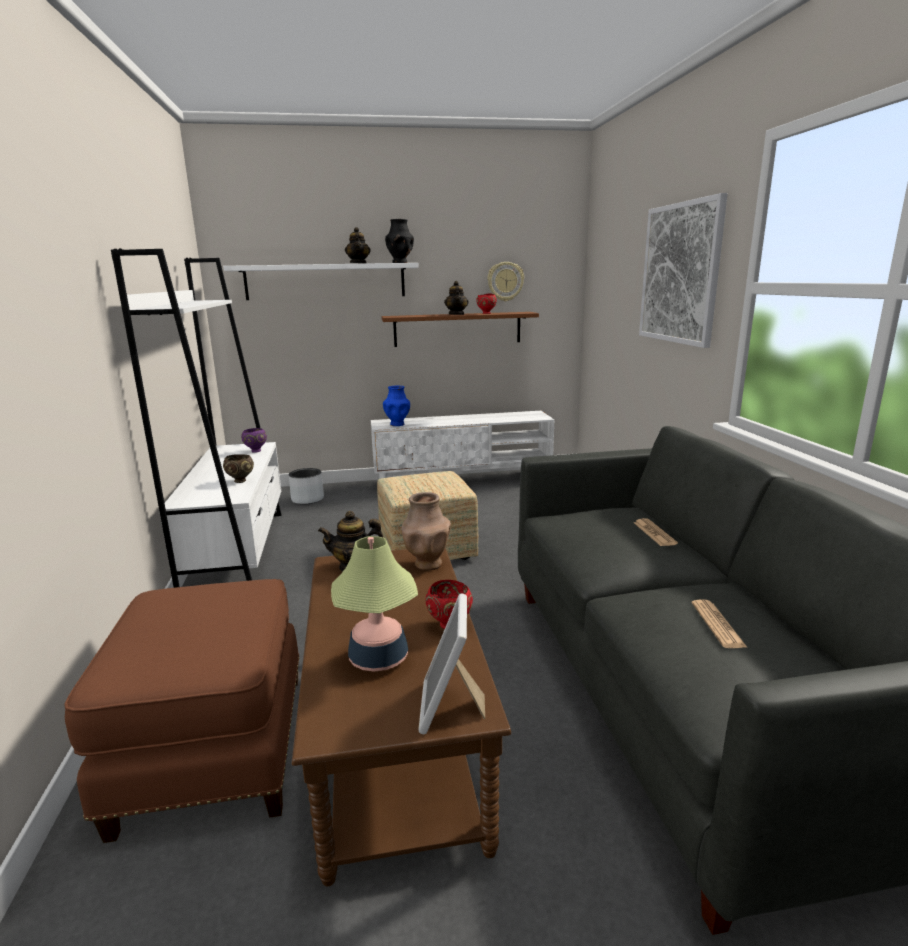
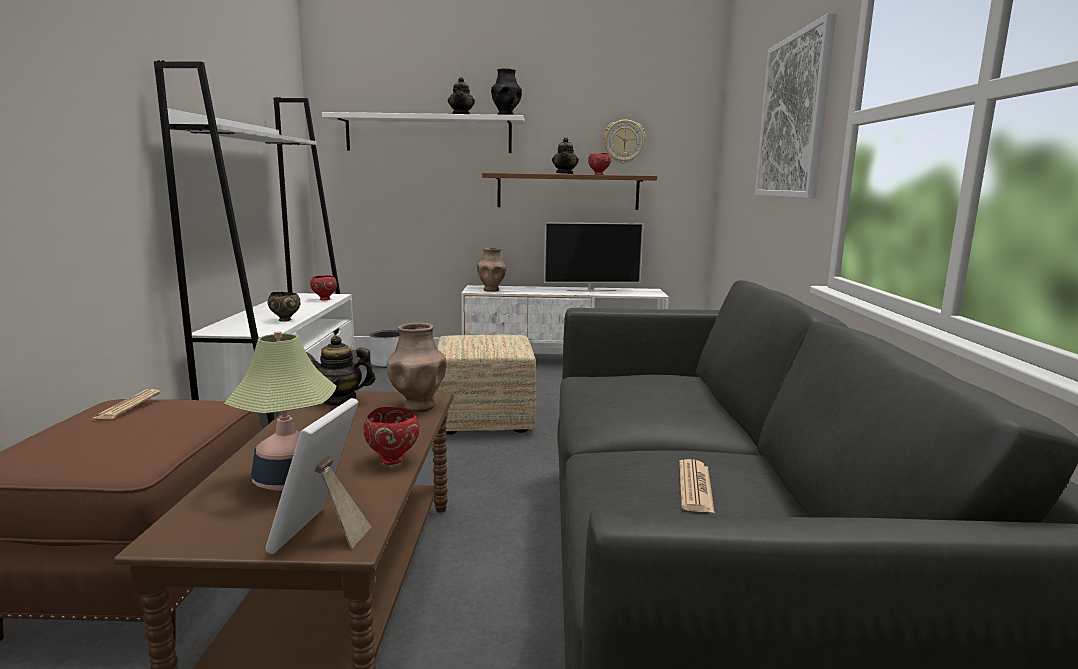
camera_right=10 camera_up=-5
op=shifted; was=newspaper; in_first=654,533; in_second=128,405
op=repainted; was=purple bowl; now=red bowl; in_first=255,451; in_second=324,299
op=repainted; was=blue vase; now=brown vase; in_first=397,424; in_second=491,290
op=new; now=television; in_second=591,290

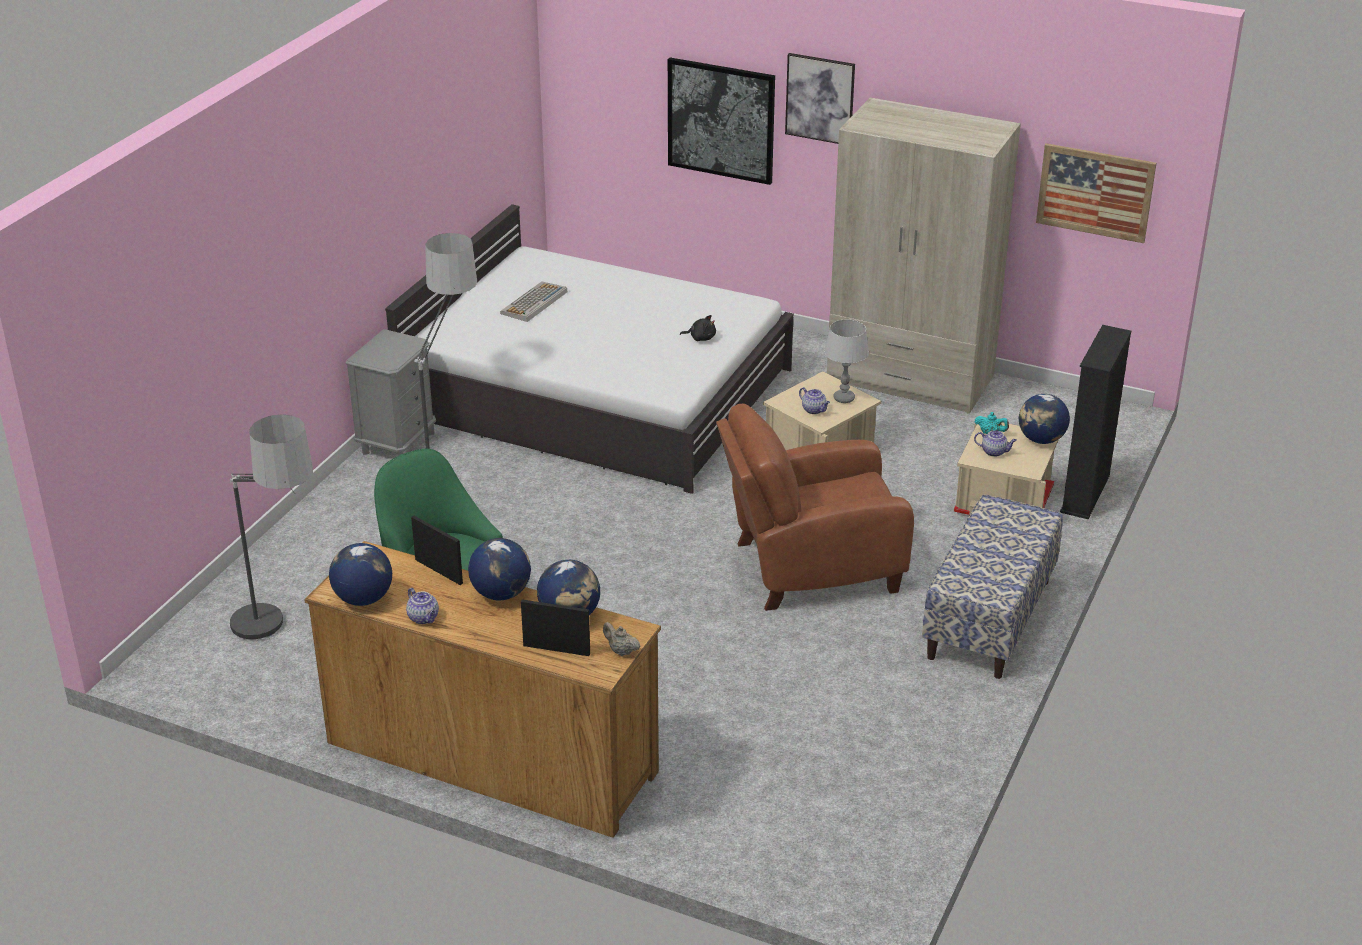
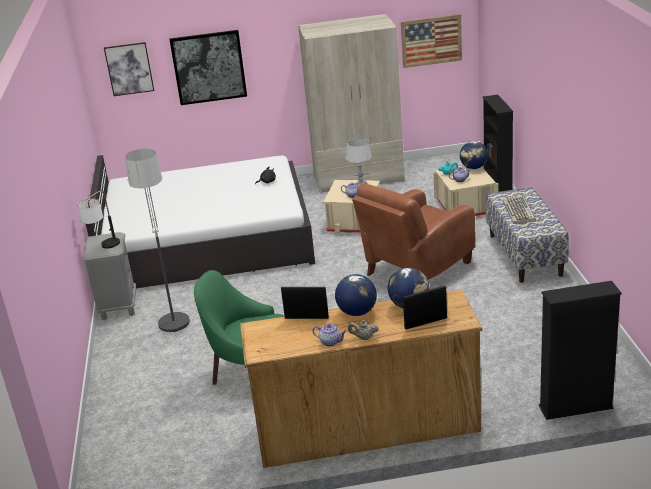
camera_right=-30 camera_up=-5
op=new; now=table lamp; in_second=104,248
op=shifted; was=picture; in_first=820,98; in_second=129,69
op=shifted; was=beige teapot; in_first=621,651; in_second=364,338
op=shifted; was=keyboard; in_first=534,303; in_second=519,211
op=new; now=black bookcase; in_second=575,407
op=gone; was=floor lamp; in_first=284,643
op=gone; was=globe; in_first=363,599

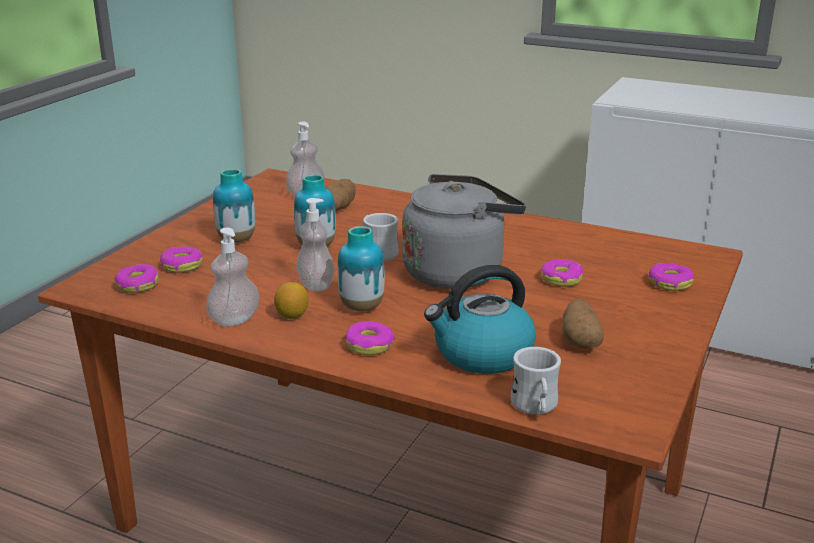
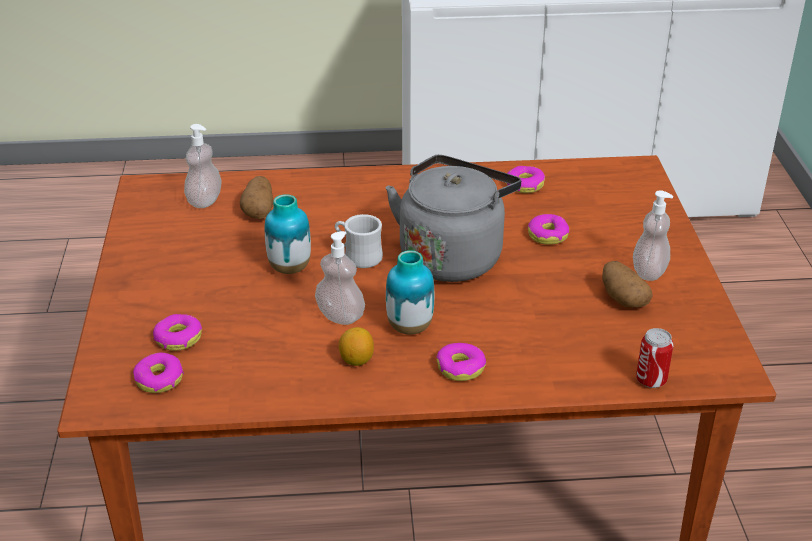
camera_right=-30 camera_up=10
op=shifted; was=donut; in_first=669,283; in_second=524,185
op=shifted; was=soap dispenser; in_first=234,320; in_second=649,272
op=swapped; was=white mug; now=can; in_first=535,407; in_second=651,380
op=gone; was=vase; in_first=236,240
op=gone; was=kettle; in_first=482,354

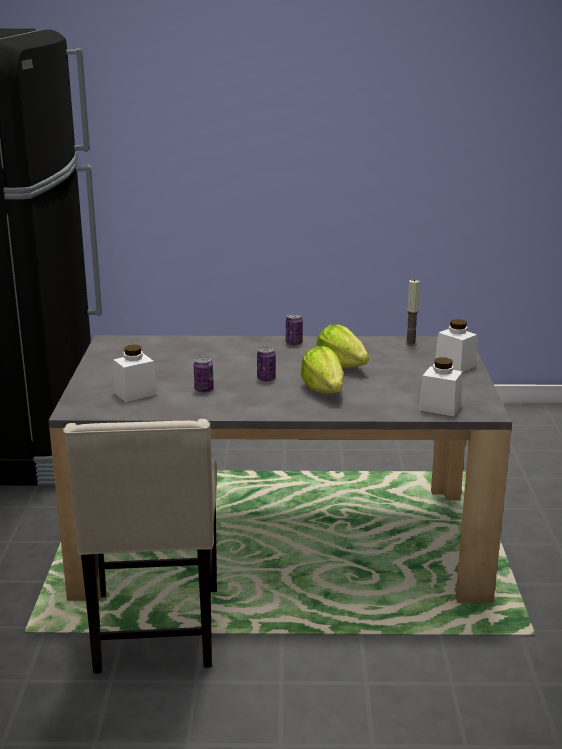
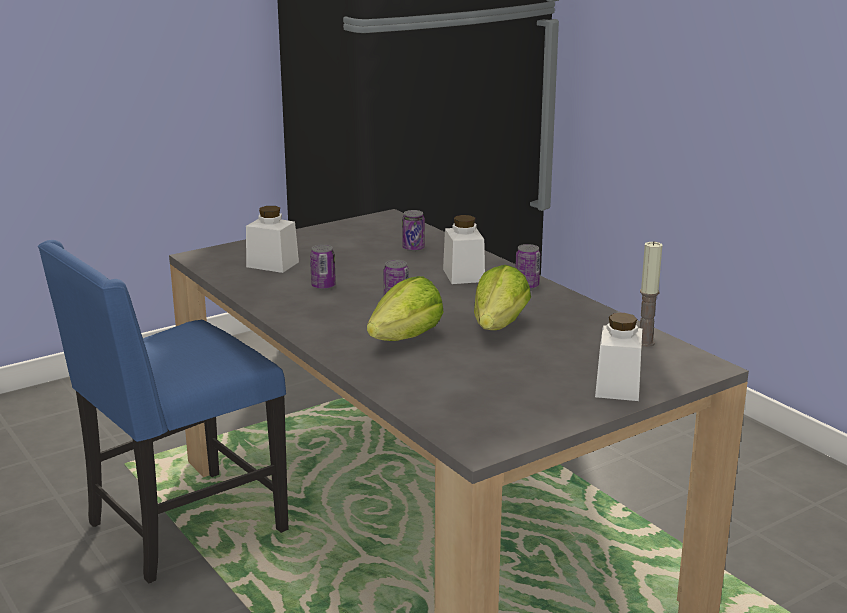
camera_right=55 camera_up=0
op=repainted; was=beige chair; now=blue chair; in_first=155,631; in_second=182,528
op=new; now=can; in_second=413,248
op=shifted; was=white jar; in_first=440,407; in_second=463,275

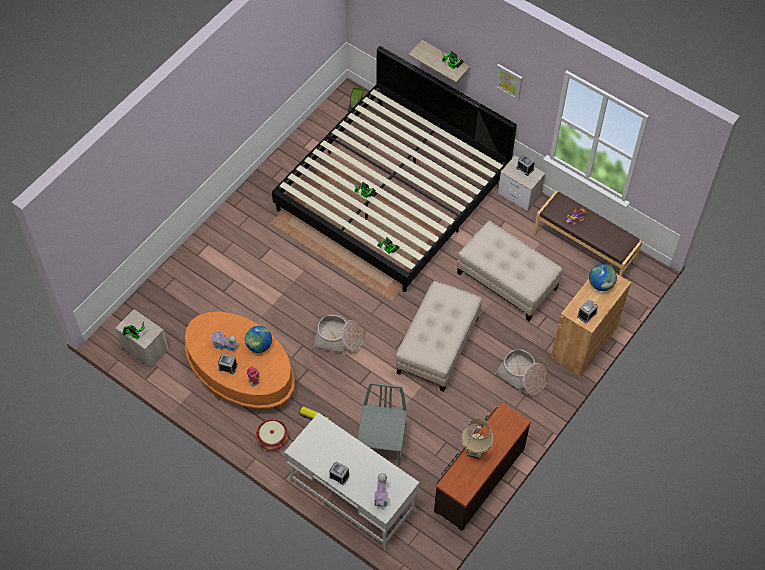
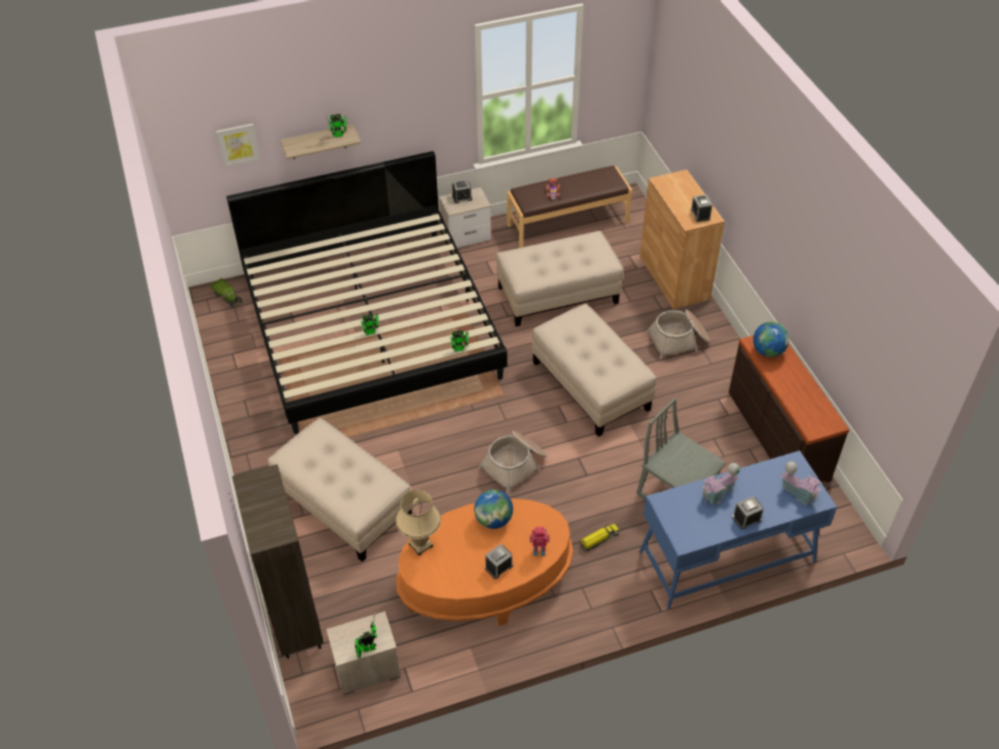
camera_right=-55 camera_up=-10
op=shifted; was=picture; in_first=508,81; in_second=238,144
op=new; now=brown bookcase; in_second=295,623
op=new; now=beige ottoman; in_second=343,505
op=shifted; was=beige table lamp; in_first=475,452; in_second=420,545
op=repainted; was=white desk; now=blue desk; in_first=352,495; in_second=726,556
op=shifted; was=toy house; in_first=225,346; in_second=718,493
op=shifted; was=globe; in_first=600,284; in_second=768,351
op=gone; was=basket; in_first=272,439

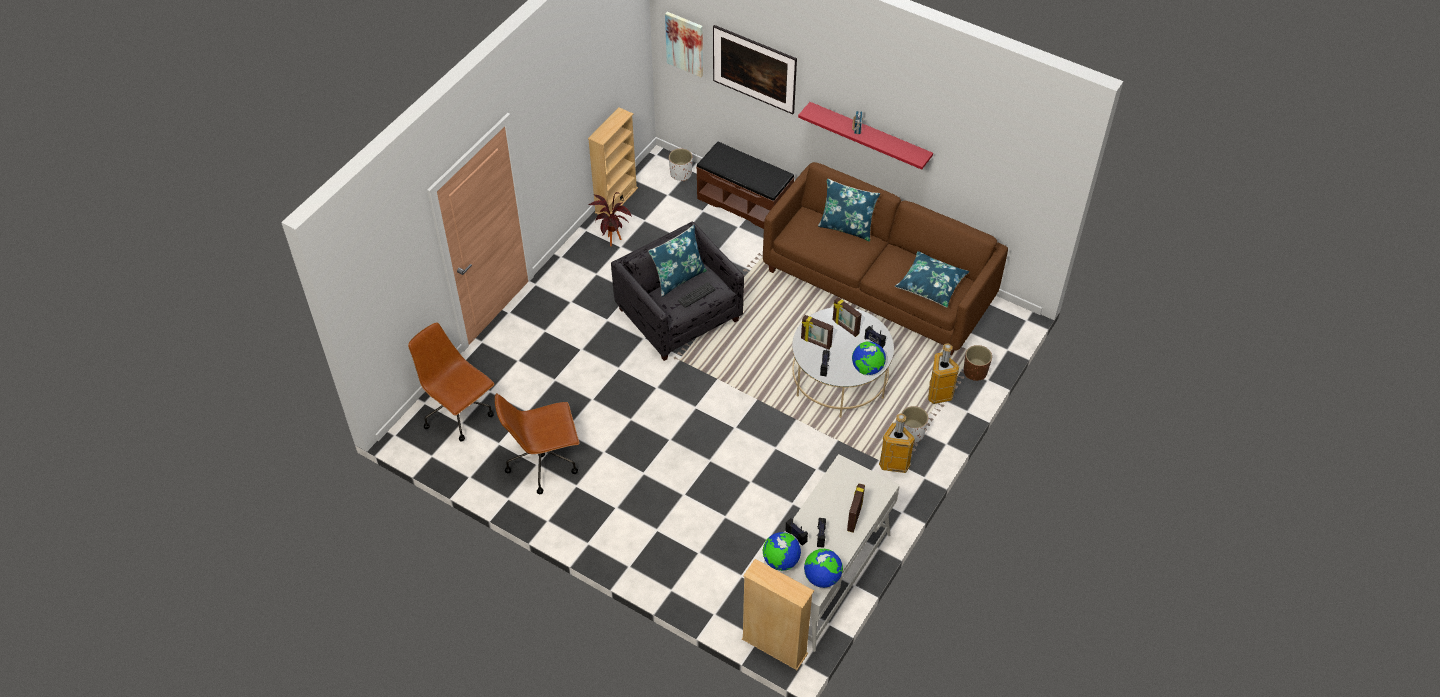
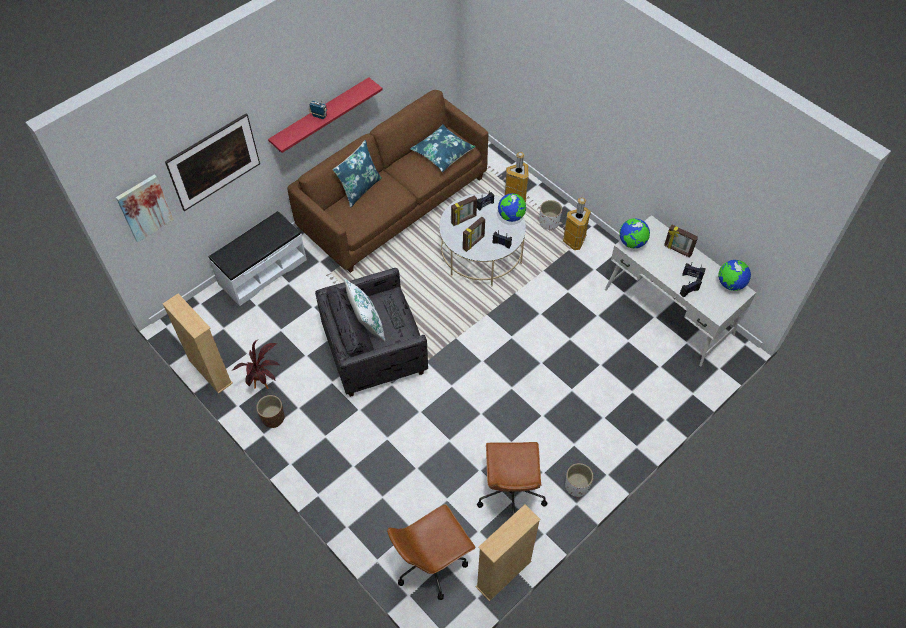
camera_right=-75 camera_up=5
op=repainted; was=brown bench; now=white bench; in_first=745,203; in_second=262,271
op=shifted; was=brown planter; in_first=975,372; in_second=273,418
op=repainted; was=blue pillow; now=white pillow; in_first=678,278; in_second=366,323
op=shifted; was=beige bookcase; in_first=774,647; in_second=503,574
op=shifted; was=white planter; in_first=680,174; in_second=576,486
op=shifted; was=globe; in_first=781,561; in_second=632,242

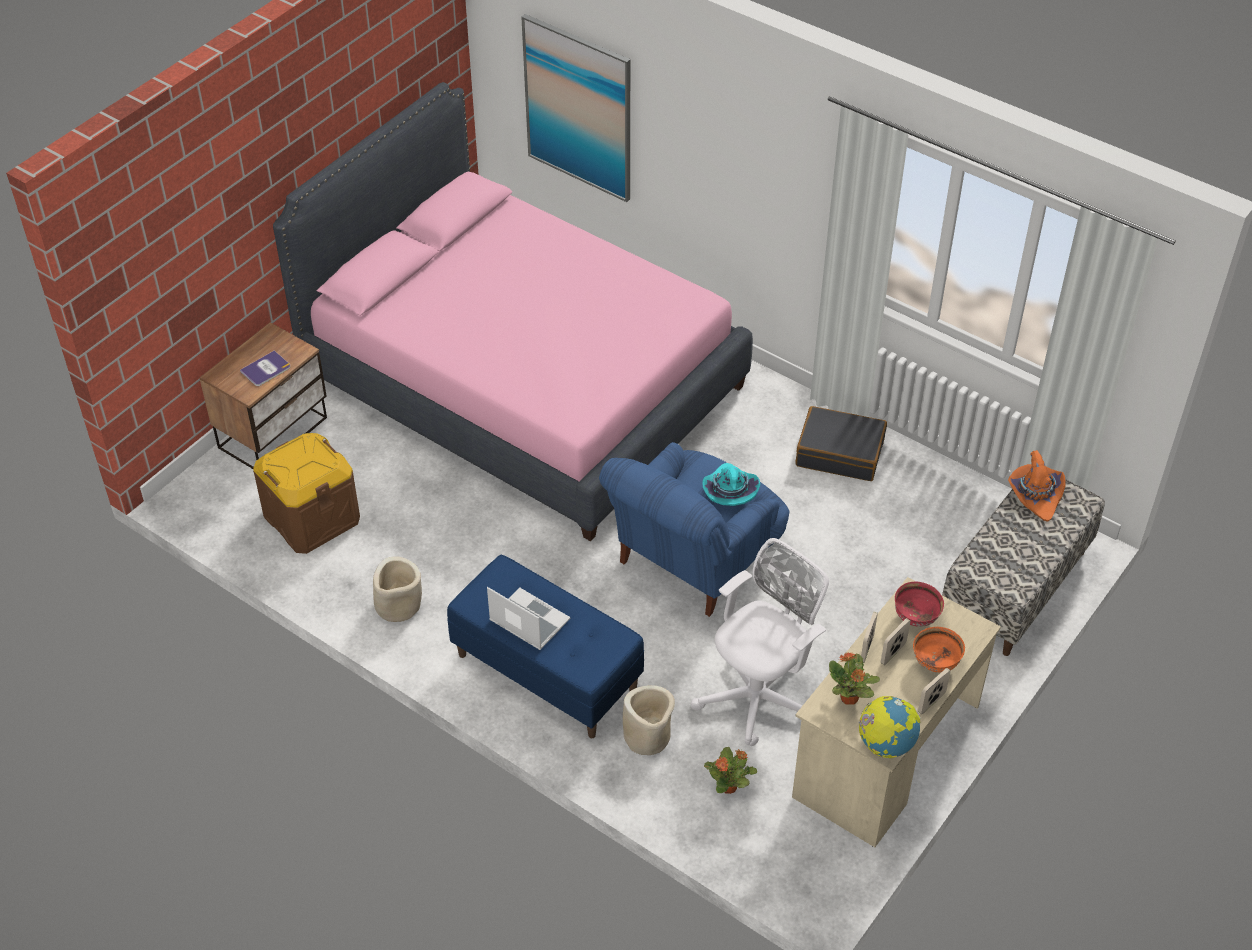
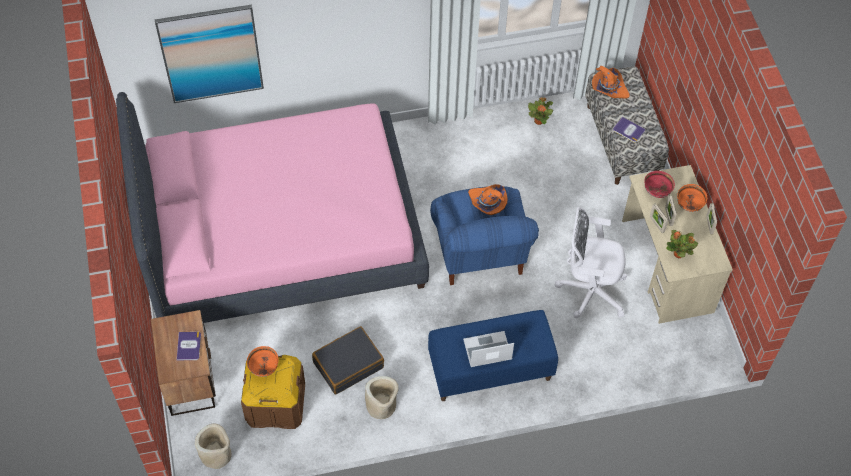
camera_right=-50 camera_up=10
op=shifted; was=beige planter; in_first=648,737; in_second=216,454
op=new; now=orange bowl; in_second=264,368
op=shifted; was=black suitcase; in_first=840,453; in_second=348,364
op=repainted; was=turquoise hat; now=orange hat; in_first=729,491; in_second=487,203
op=shifted; was=potted plant; in_first=729,786; in_second=539,121
op=rotated; was=white office chair; in_first=759,696; in_second=589,291; clockwise=-75
op=new; now=book; in_second=628,130
op=gone; was=globe; in_first=886,744

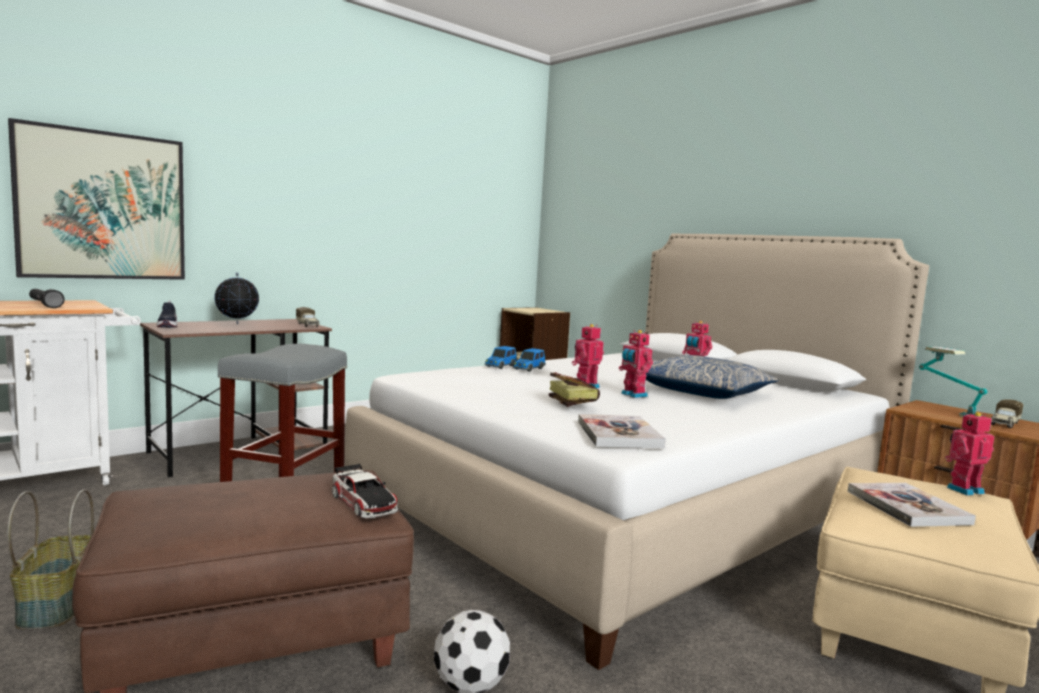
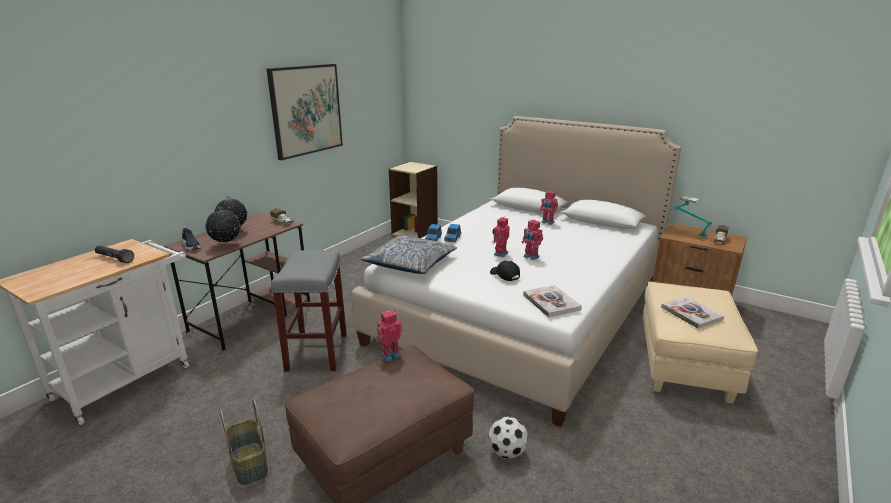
camera_right=-15 camera_up=15
op=new; now=globe; in_second=226,245
op=shifted; was=picture; in_first=103,205; in_second=306,110
op=shifted; was=pillow; in_first=703,392; in_second=410,263
op=shifted; was=toy robot; in_first=963,489; in_second=390,355
op=swapped; was=book; now=black cap; in_first=569,404; in_second=504,275
op=gone; was=toy car; in_first=363,502

